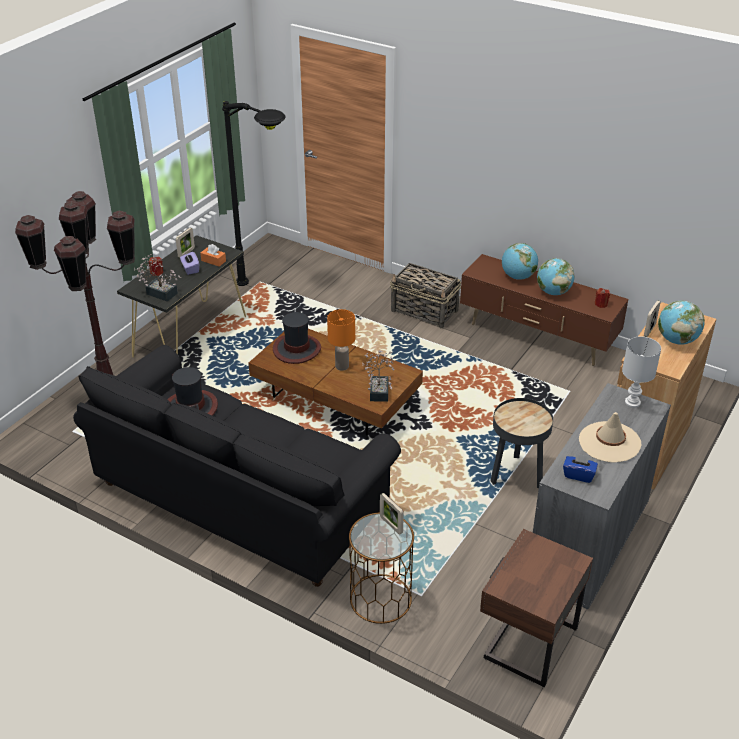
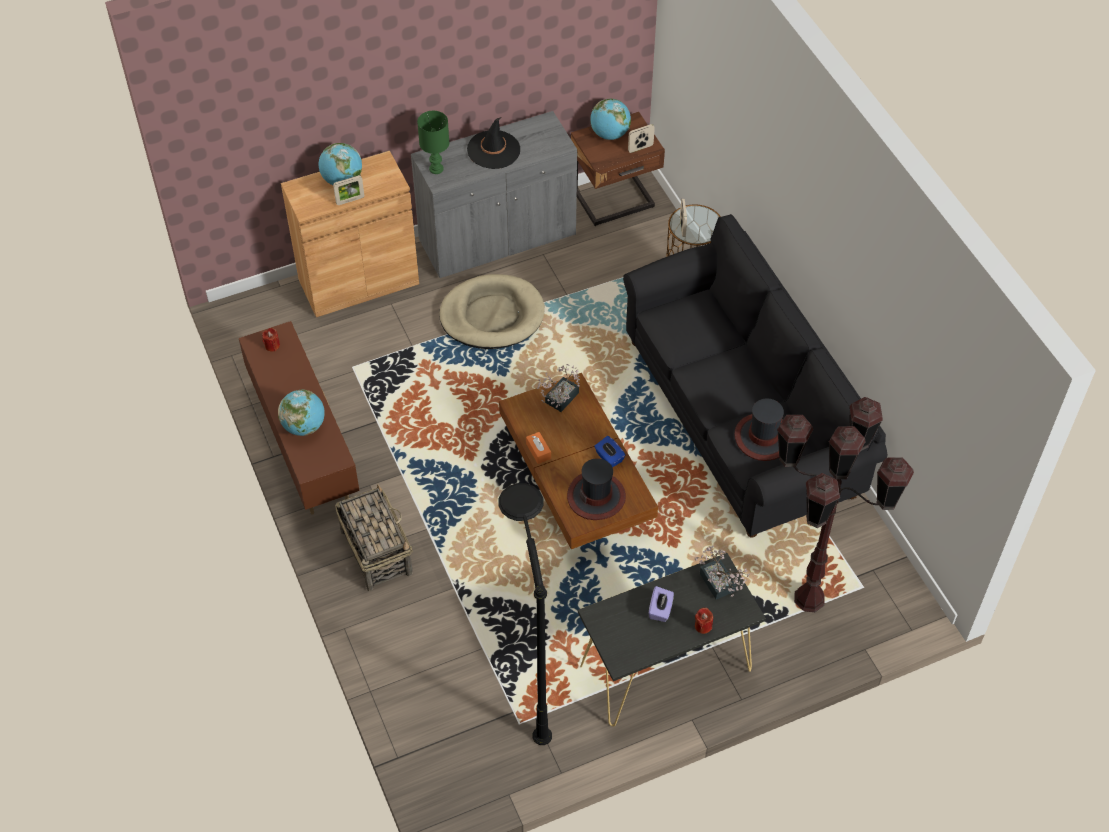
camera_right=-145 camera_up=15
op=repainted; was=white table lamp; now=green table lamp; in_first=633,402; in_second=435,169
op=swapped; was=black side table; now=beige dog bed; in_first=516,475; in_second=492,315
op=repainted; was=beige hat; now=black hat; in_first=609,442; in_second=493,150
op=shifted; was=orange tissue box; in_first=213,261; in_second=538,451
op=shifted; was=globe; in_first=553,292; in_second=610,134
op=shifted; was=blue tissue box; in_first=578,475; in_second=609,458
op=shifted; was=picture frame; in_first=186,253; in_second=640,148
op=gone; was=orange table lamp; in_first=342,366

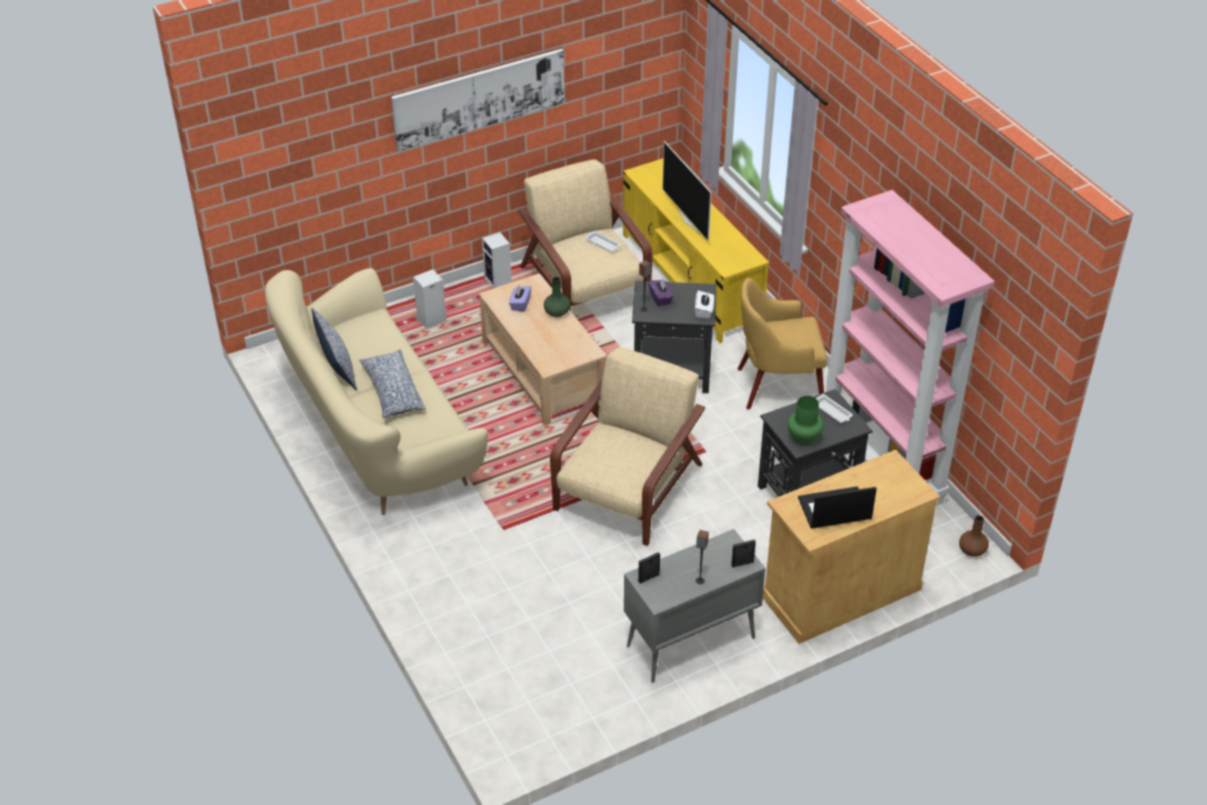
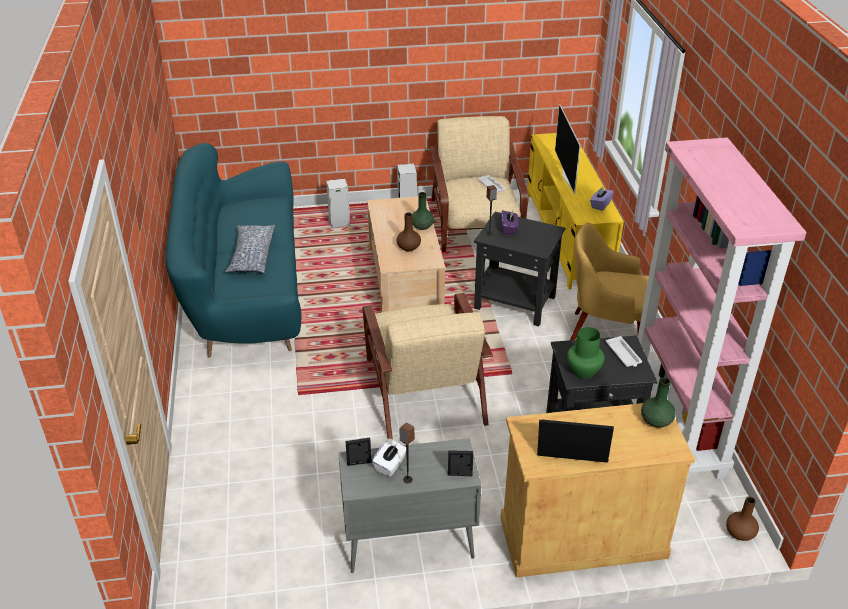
camera_right=20 camera_up=-5
op=repainted; was=beige sofa; now=turquoise sofa; in_first=377,434; in_second=244,294
op=rotated; was=beige armchair; in_first=627,489; in_second=424,388; clockwise=120
op=shifted; was=white tissue box; in_first=704,311; in_second=390,465
op=new; now=brown vase; in_second=409,247
op=shifted; was=purple tissue box; in_first=520,304; in_second=600,205
op=new; now=green vase; in_second=655,421
op=gone; was=pillow; in_first=336,363
op=gone; was=picture; in_first=479,98

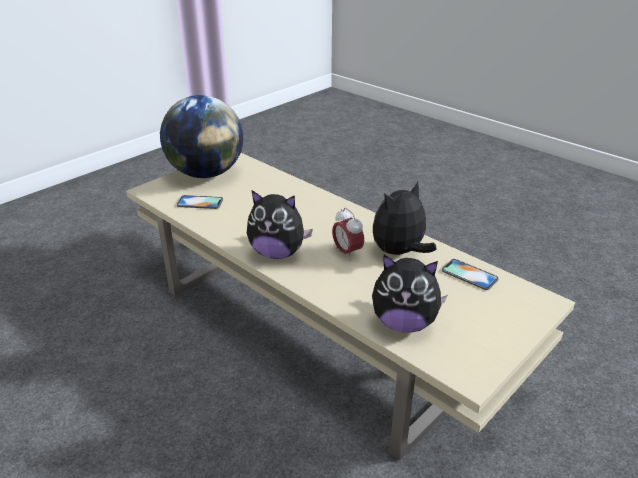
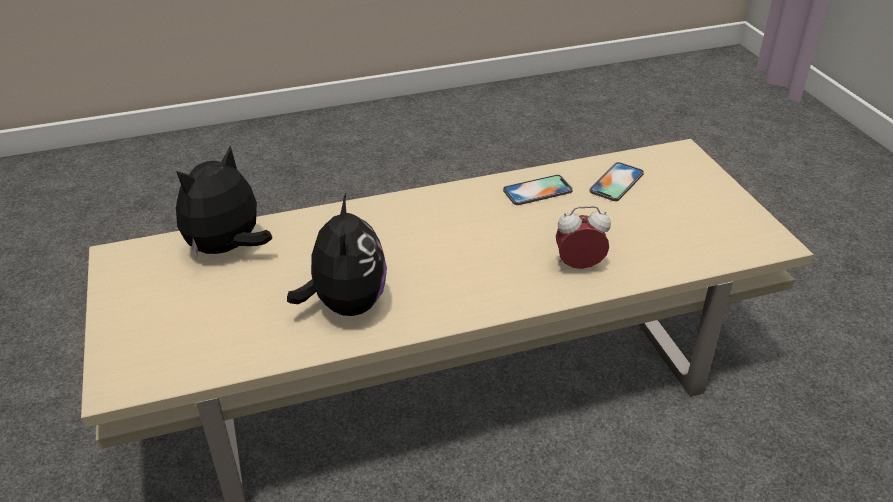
camera_right=120 camera_up=5
op=shifted; was=phone; in_first=469,274; in_second=537,190
op=shifted; was=alarm clock; in_first=347,252; in_second=579,266
op=gone; was=globe; in_first=206,173
op=gone; was=plush toy; in_first=277,253

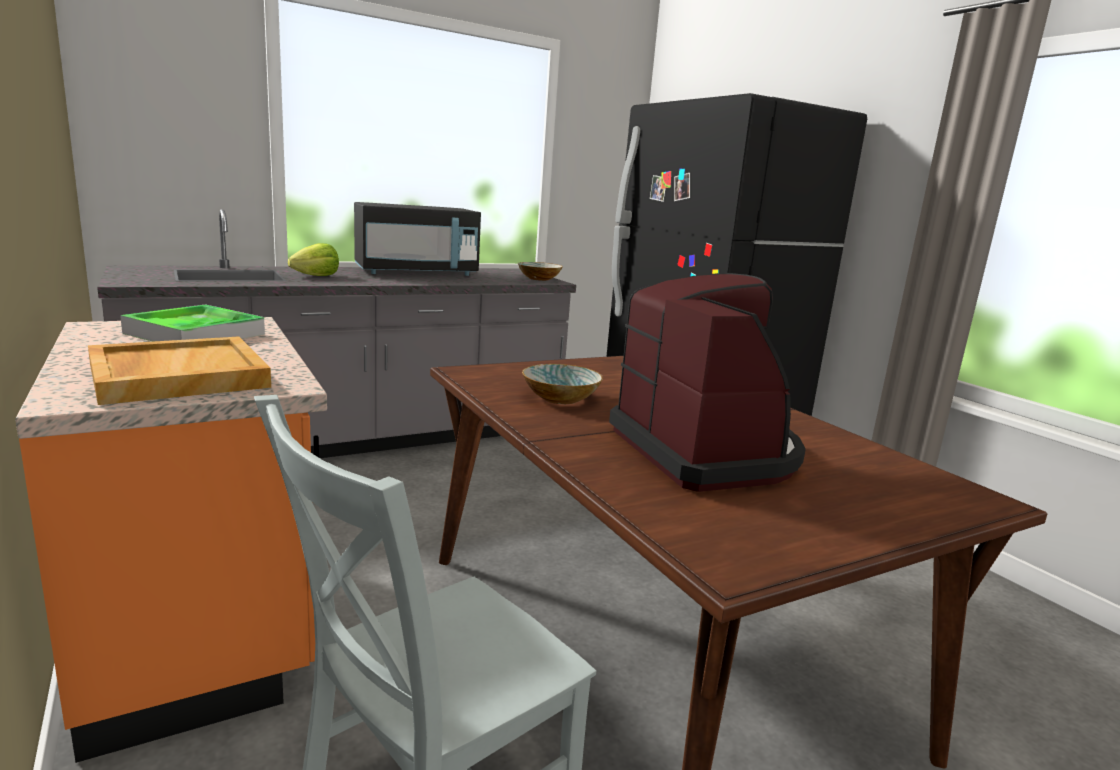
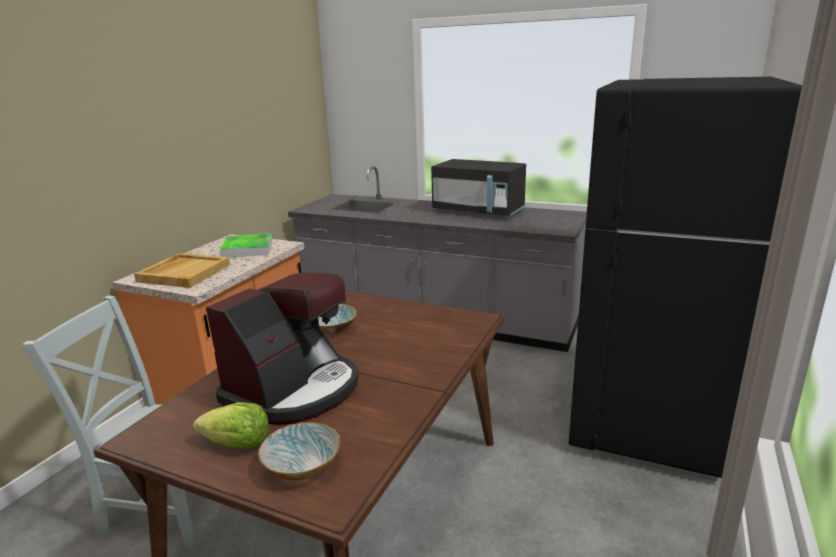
camera_right=55 camera_up=5
op=shifted; was=lettuce; in_first=316,276; in_second=237,444
op=shifted; was=bowl; in_first=539,279; in_second=303,466

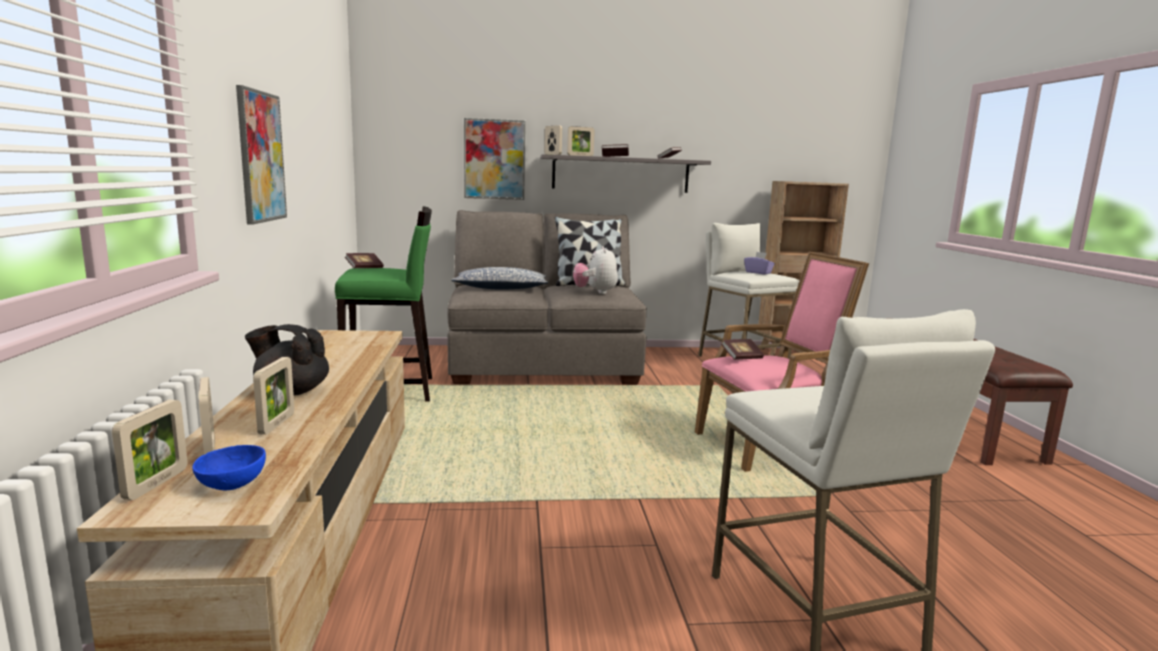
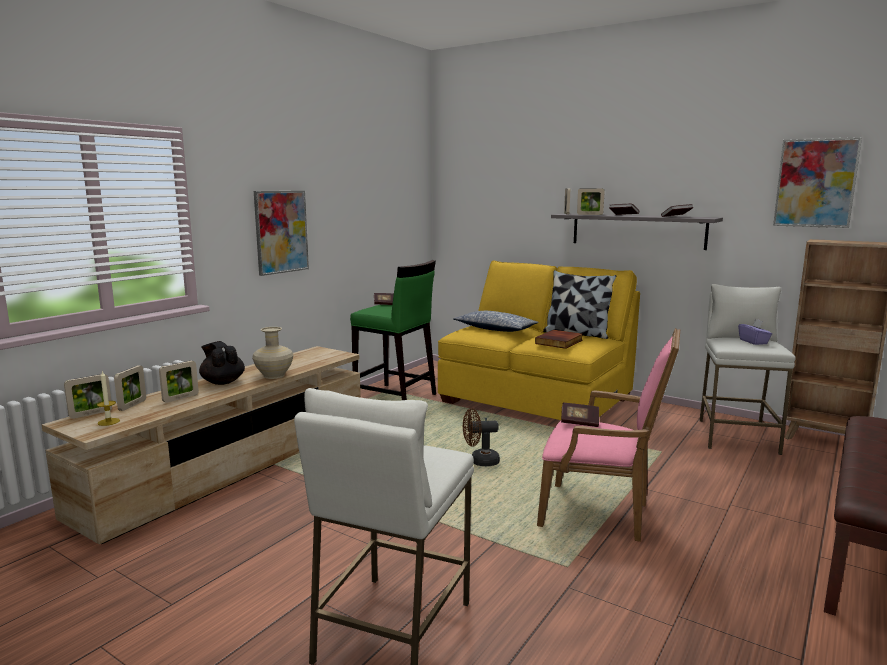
camera_right=40 camera_up=0
op=swapped; was=blue bowl; now=candle; in_first=230,484; in_second=108,422
op=new; now=beige vase; in_second=274,375
op=repainted; was=grey sofa; now=yellow sofa; in_first=543,364; in_second=535,400
op=new; now=brown fan; in_second=480,461
op=swapped; was=plush toy; now=book; in_first=595,292; in_second=560,342
op=shifted; was=picture; in_first=494,159; in_second=815,183

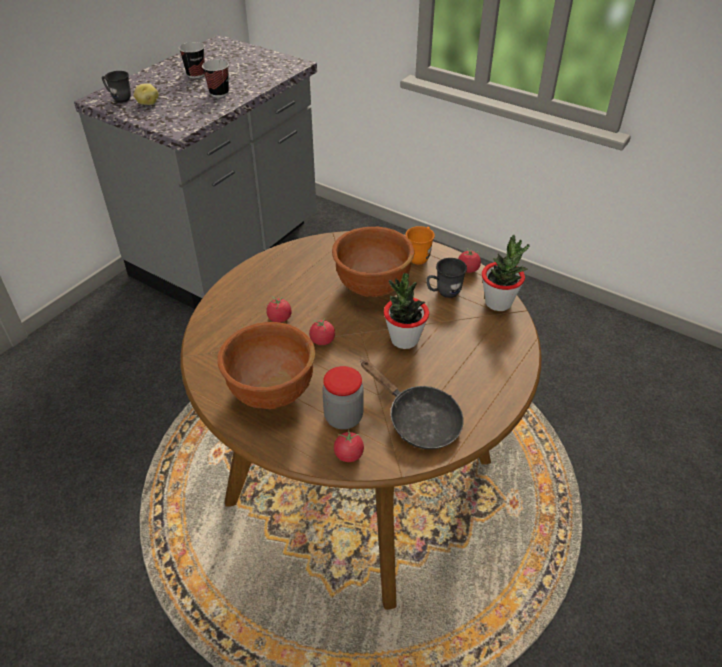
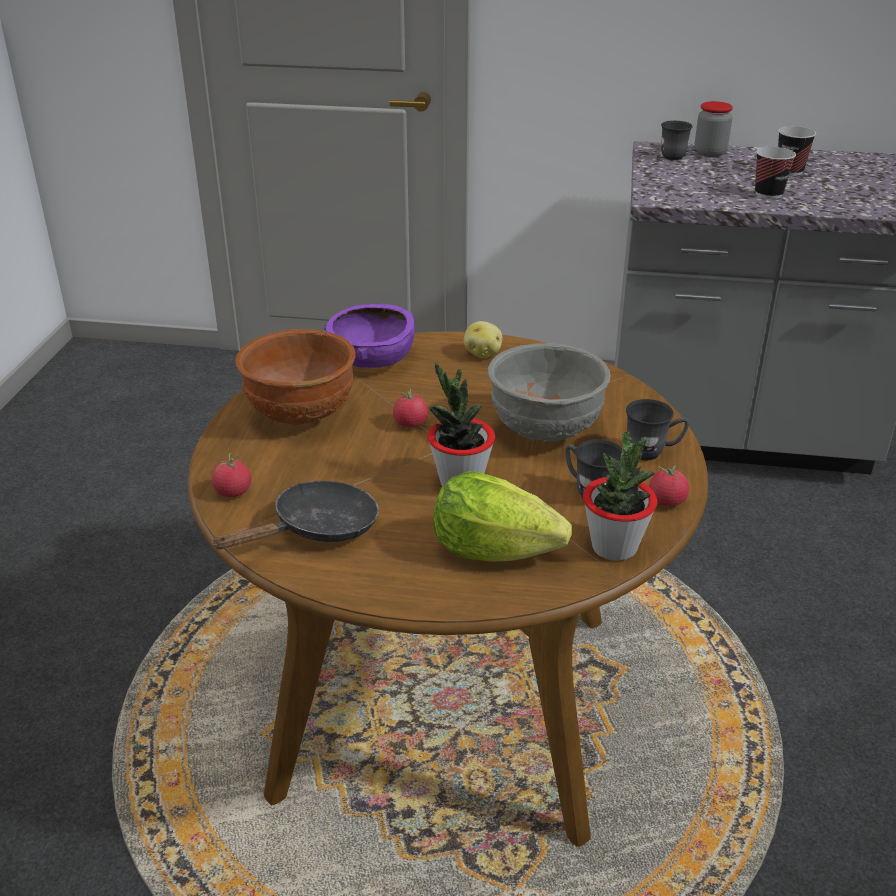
camera_right=65 camera_up=-10
op=rotated; was=black frying pan; in_first=418,420; in_second=317,529; clockwise=-150
op=new; now=purple bowl; in_second=372,359
op=new; now=lettuce; in_second=493,550
op=shifted; was=potato; in_first=147,103; in_second=483,353
op=repainted; was=brown bowl; now=grey bowl; in_first=372,286; in_second=546,431
op=repainted; was=orange mug; now=grey mug; in_first=420,256; in_second=653,452
op=shifted; was=jar; in_first=343,417; in_second=710,153
op=gone; was=tomato; in_first=279,318

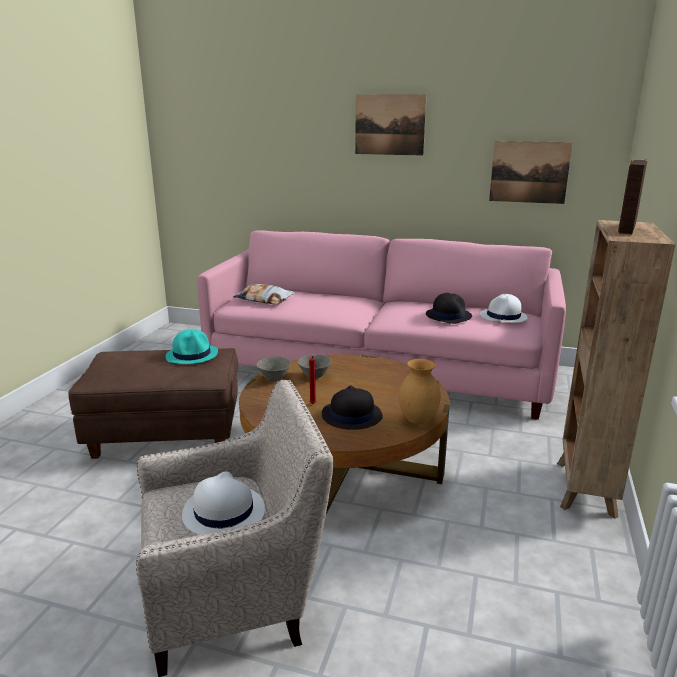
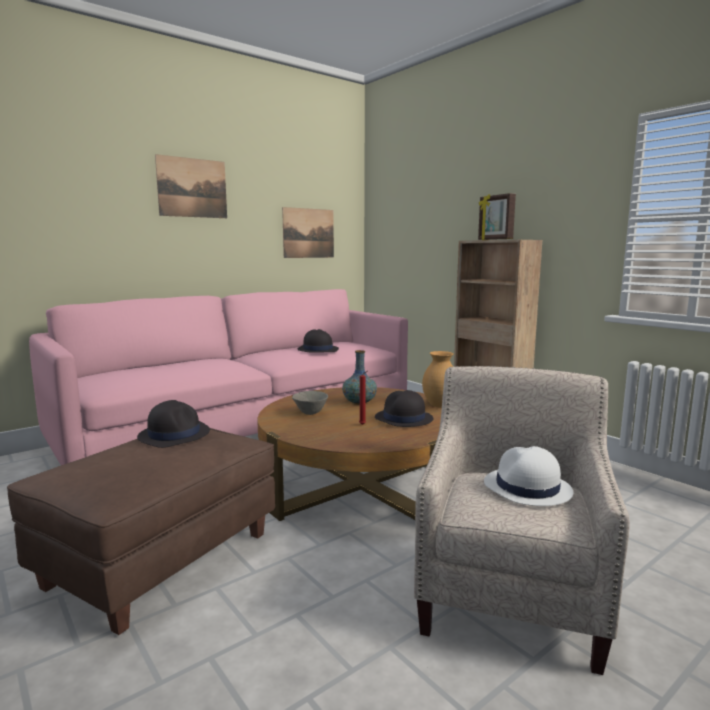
camera_right=-55 camera_up=-10
op=repainted; was=turquoise hat; now=black hat; in_first=192,355; in_second=174,434
op=new; now=vase; in_second=359,402
op=gone; was=pillow; in_first=264,299
op=gone; was=grey bowl; in_first=274,379
op=gone; was=white hat; in_first=503,317

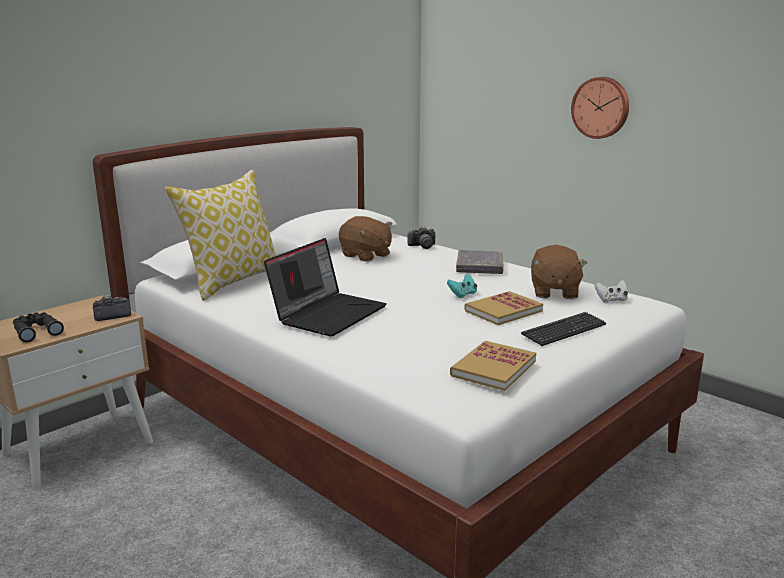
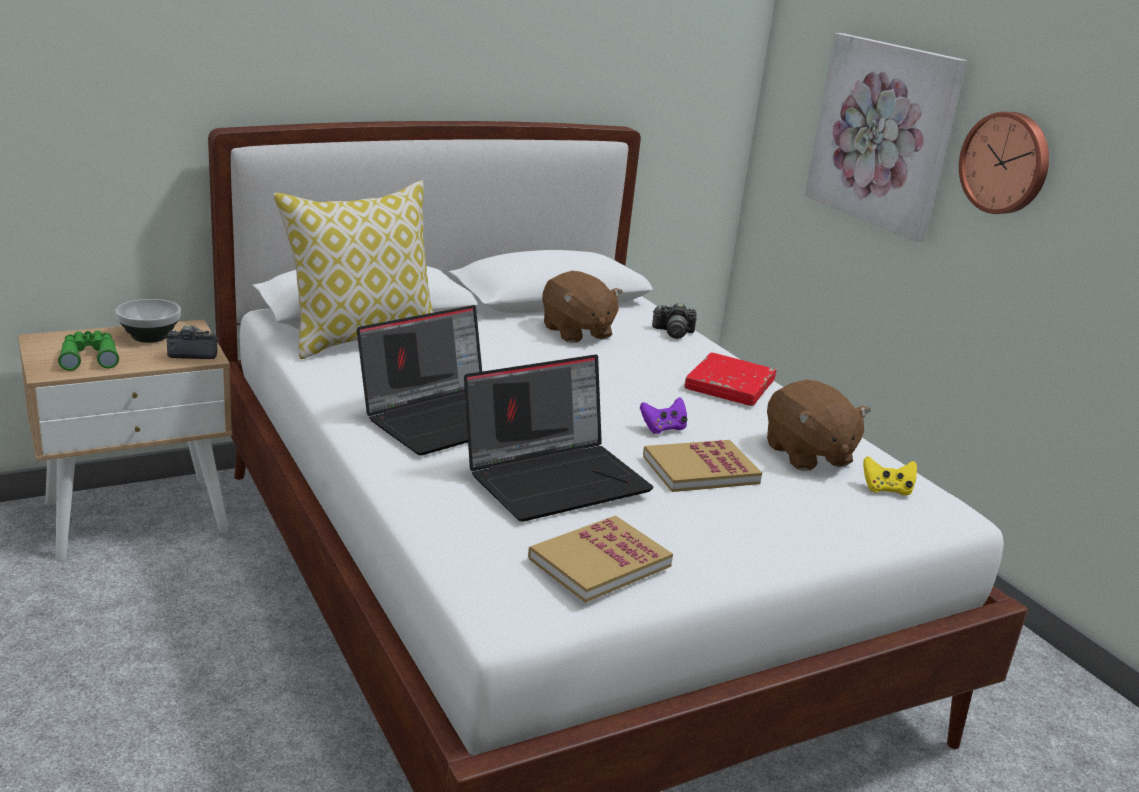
camera_right=15 camera_up=5
op=repainted; was=black binoculars; now=green binoculars; in_first=36,331; in_second=89,357
op=new; now=bowl; in_second=150,336
op=new; now=laptop; in_second=556,477
op=repainted; was=turquoise game controller; now=purple game controller; in_first=462,294; in_second=663,428
op=repainted; was=grey book; now=red book; in_first=479,266; in_second=729,385
op=rotated; was=brown plush toy; in_first=554,292; in_second=807,455; clockwise=-45
op=new; now=picture; in_second=883,134
op=repainted; was=white game controller; now=yellow game controller; in_first=611,300; in_second=886,489
op=gone; was=keyboard; in_first=564,331

